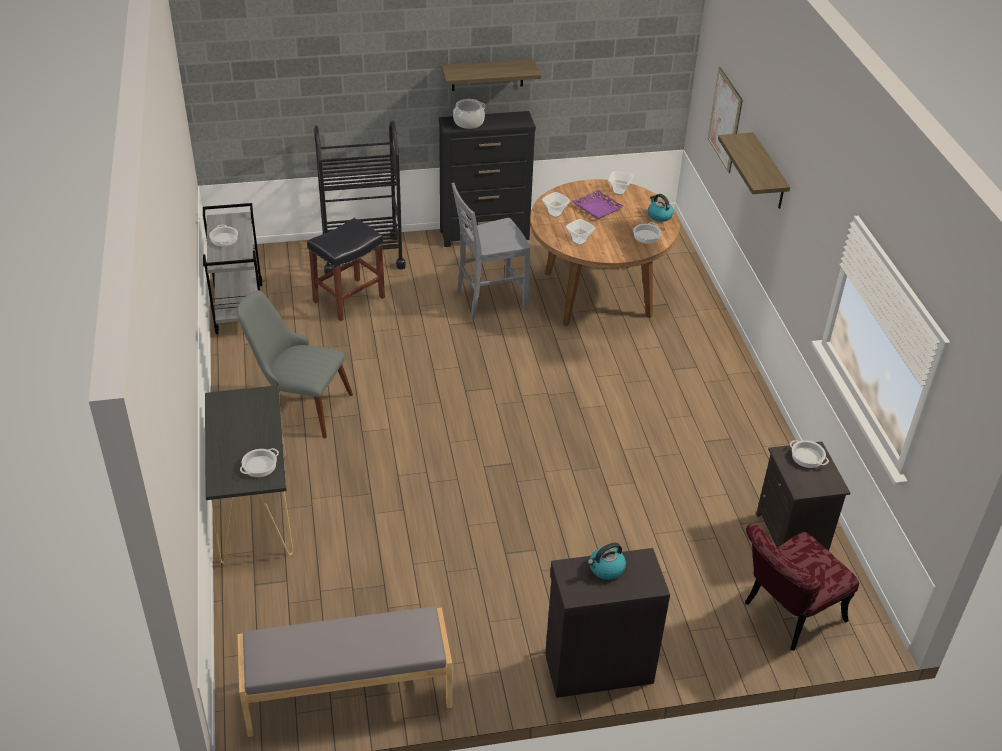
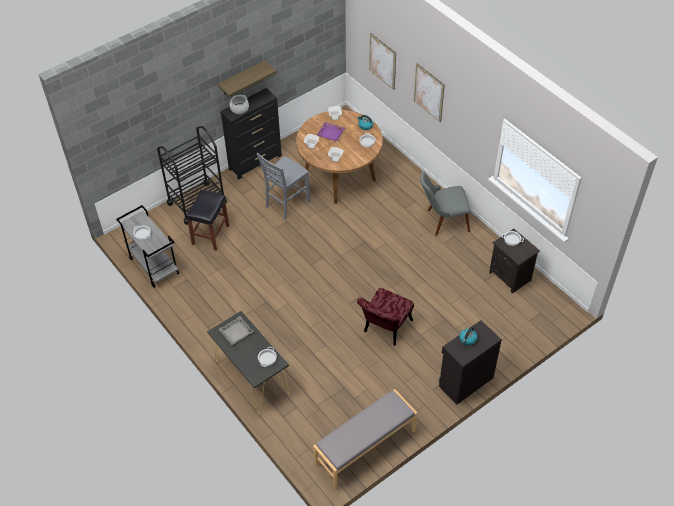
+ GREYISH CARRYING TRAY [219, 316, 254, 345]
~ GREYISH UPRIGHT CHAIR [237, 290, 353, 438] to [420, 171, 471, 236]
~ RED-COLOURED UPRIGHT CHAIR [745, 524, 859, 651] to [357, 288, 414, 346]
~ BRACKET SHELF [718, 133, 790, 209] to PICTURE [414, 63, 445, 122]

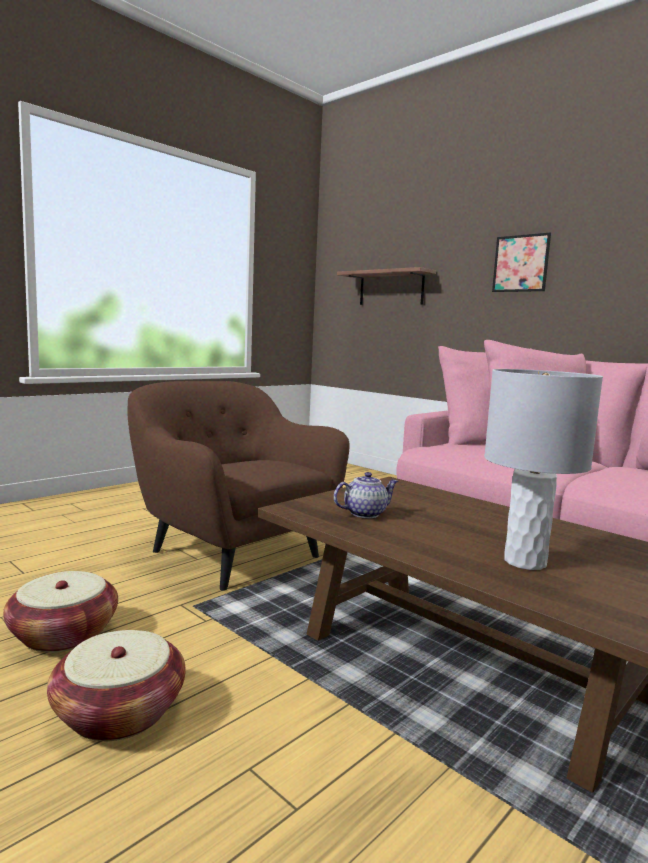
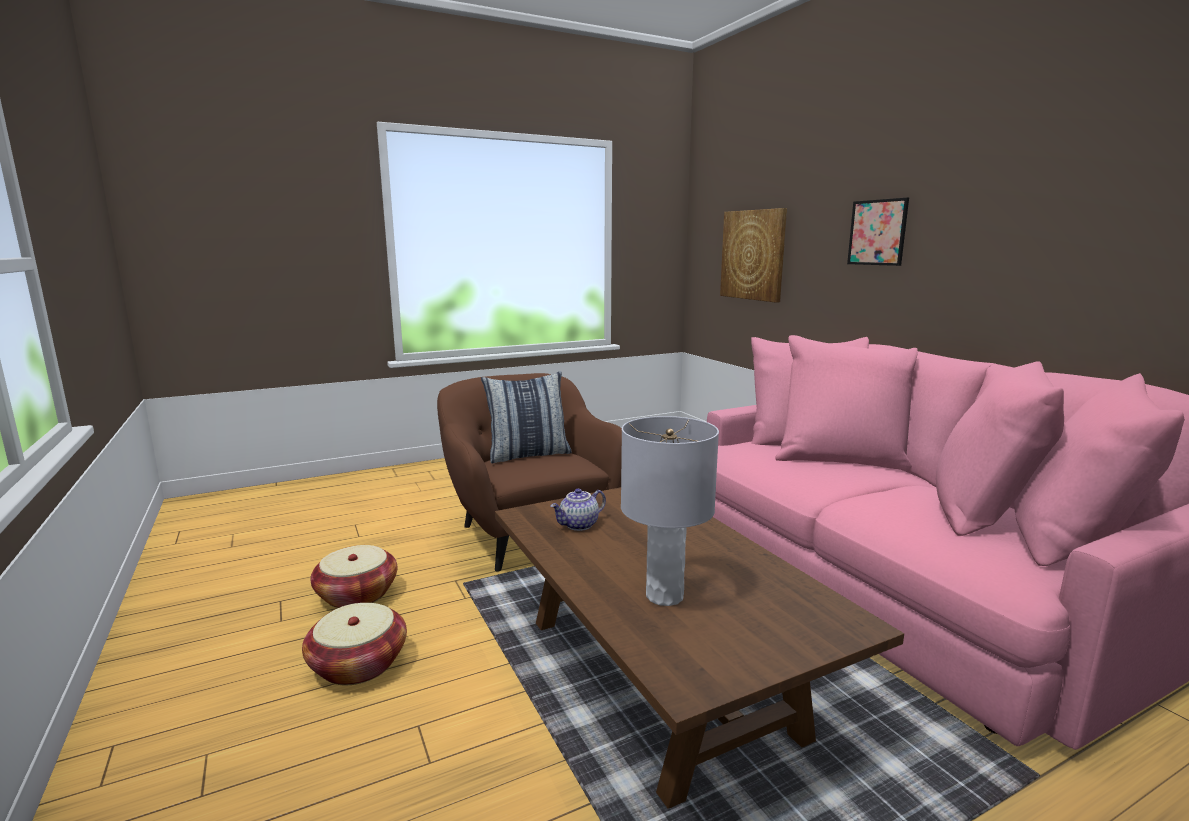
+ CUSHION [481, 371, 571, 463]
~ BRACKET SHELF [337, 267, 436, 305] to PICTURE [720, 208, 787, 303]
~ TEAPOT [334, 472, 398, 518] = [550, 488, 606, 531] 150 degrees clockwise

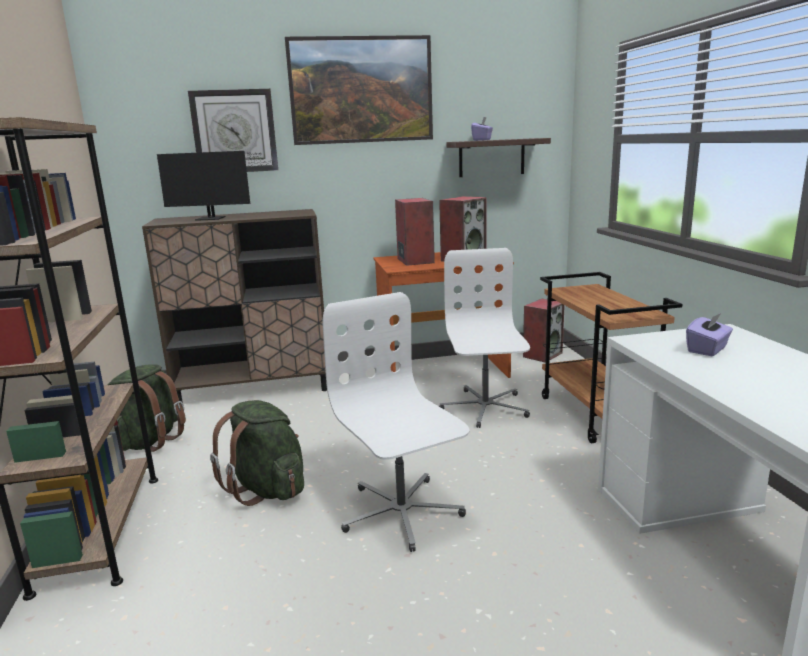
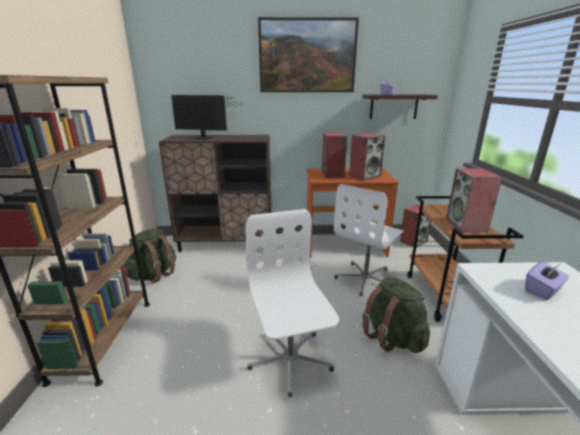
- HANGING CLOCK [188, 89, 278, 172]
+ LOUDSPEAKER [446, 168, 502, 233]
~ GREENISH BACKPACK [210, 400, 304, 506] to [362, 277, 430, 353]
~ WHITE OFFICE CHAIR [439, 248, 530, 428] = [334, 184, 404, 296] 150 degrees counterclockwise

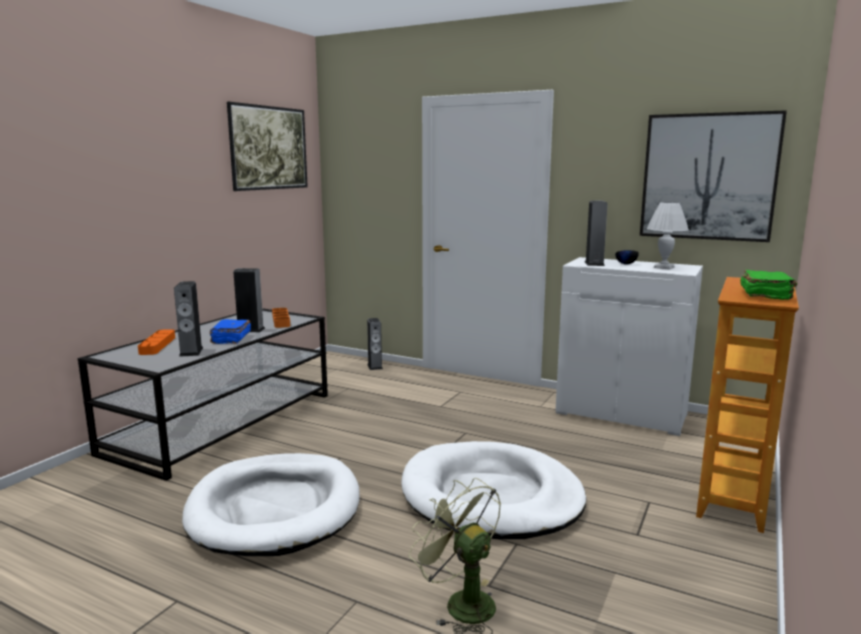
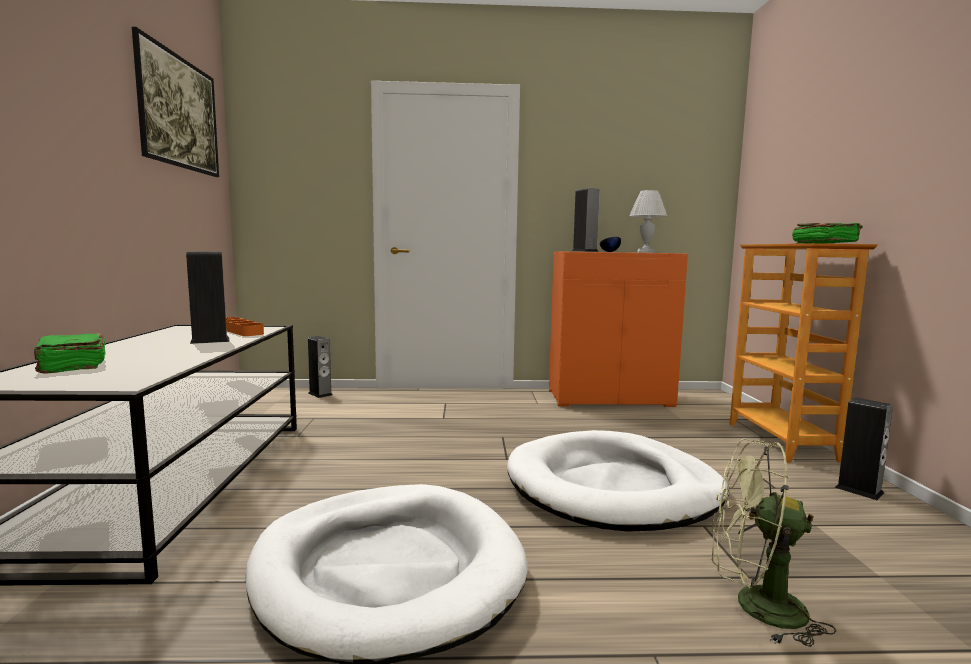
- BLUE VOLUME [210, 319, 251, 344]
- PICTURE [640, 110, 787, 242]
~ LOUDSPEAKER [174, 281, 203, 357] to [835, 397, 893, 500]
~ ORANGE CARRYING TRAY [138, 329, 175, 355] to GREENISH VOLUME [34, 333, 105, 374]
~ WHITE CUPBOARD [556, 257, 703, 436] to ORANGE CUPBOARD [549, 251, 688, 407]

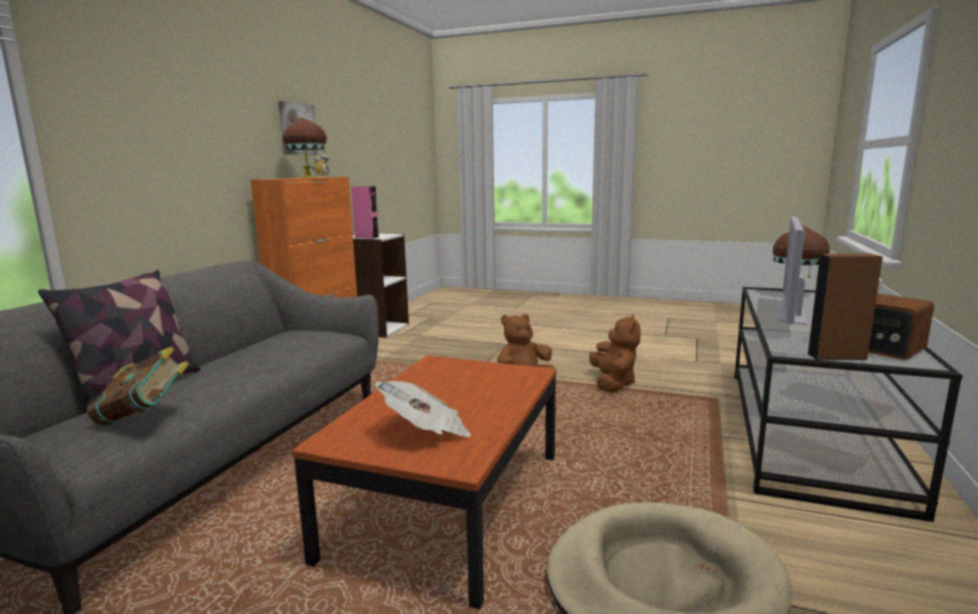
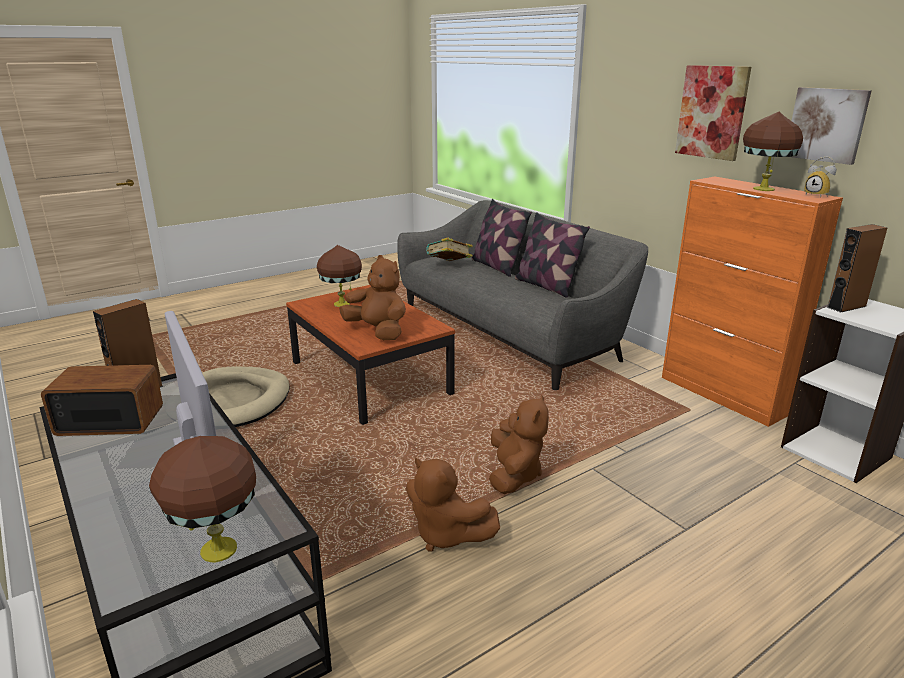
+ BROWN-COLOURED PLUSH TOY [339, 255, 406, 340]
+ CUSHION [515, 212, 590, 298]
+ PICTURE [675, 65, 751, 161]
~ DAILY PAPER [375, 381, 472, 437] to BROWN-COLOURED LAMP FOR A TABLE [317, 245, 362, 307]
~ PINK-COLOURED LOUDSPEAKER [351, 186, 379, 239] to BROWN-COLOURED LOUDSPEAKER [827, 224, 887, 313]

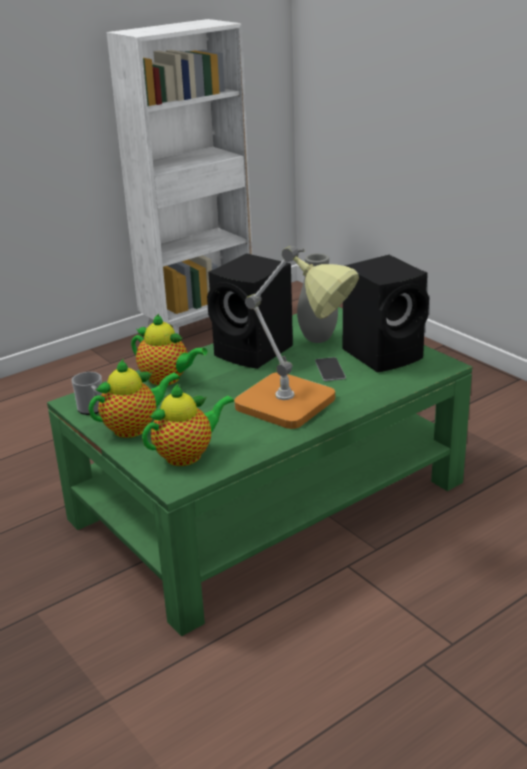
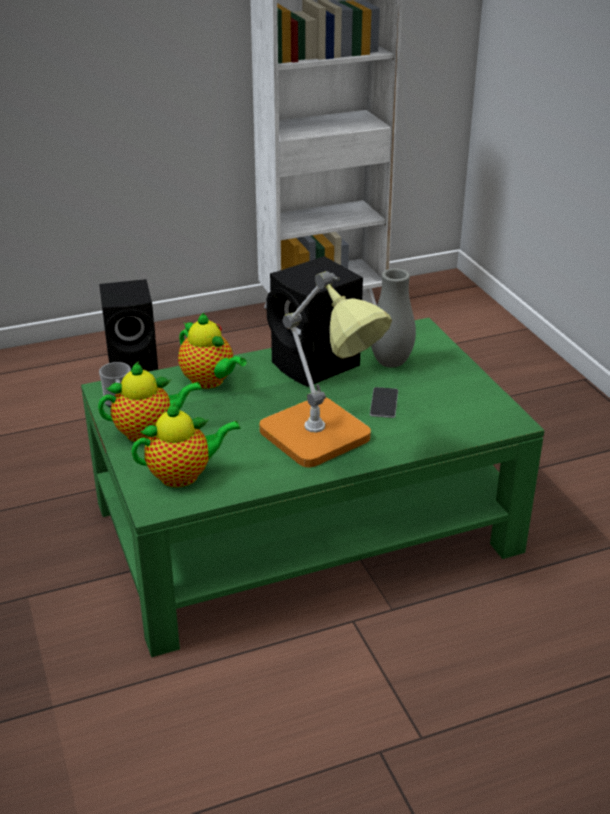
~ BLACK LOUDSPEAKER [343, 255, 429, 372] to [99, 279, 158, 372]

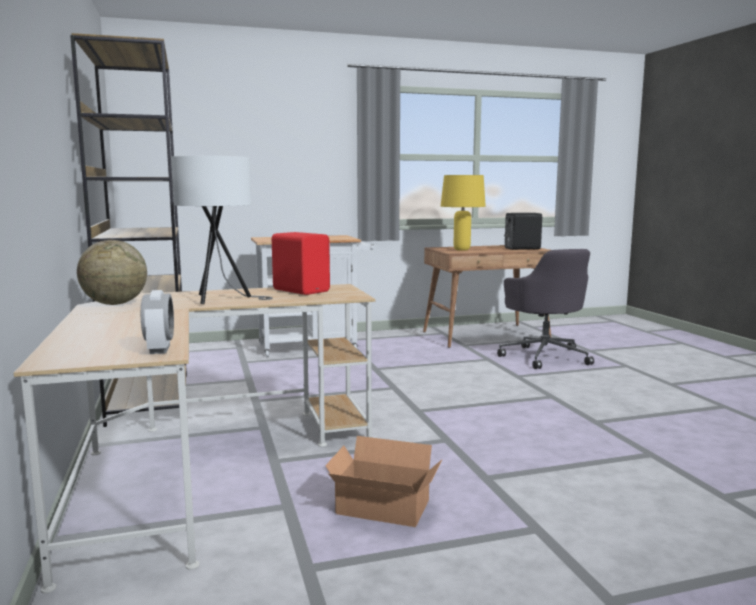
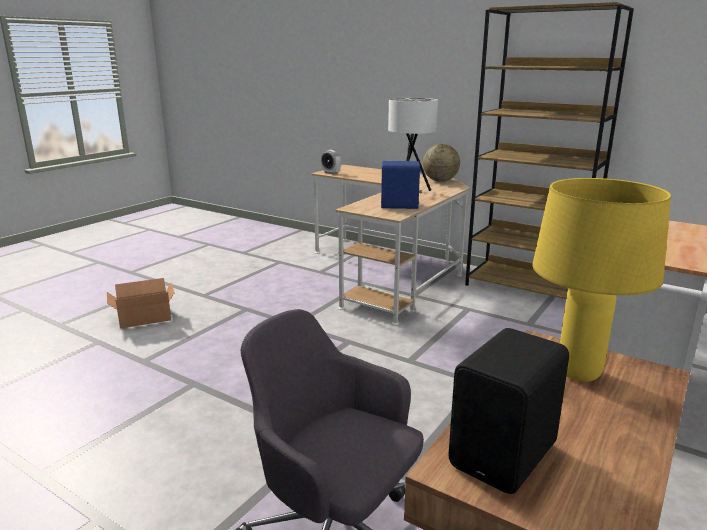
~ CARDBOARD BOX [325, 436, 442, 527] to [107, 278, 175, 328]
~ RED-COLOURED LOUDSPEAKER [272, 232, 330, 295] to BLUE LOUDSPEAKER [381, 161, 422, 209]

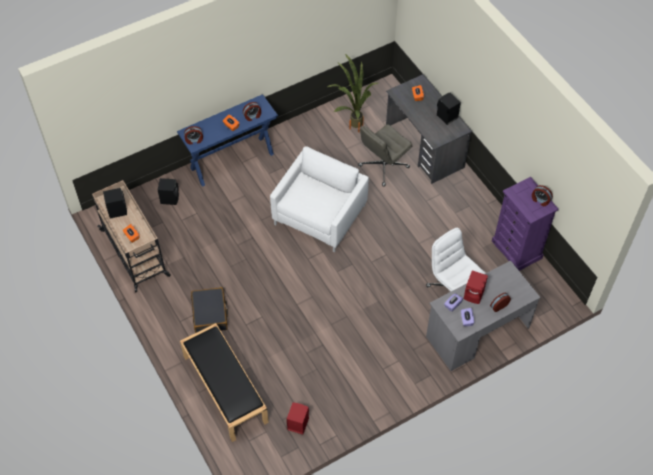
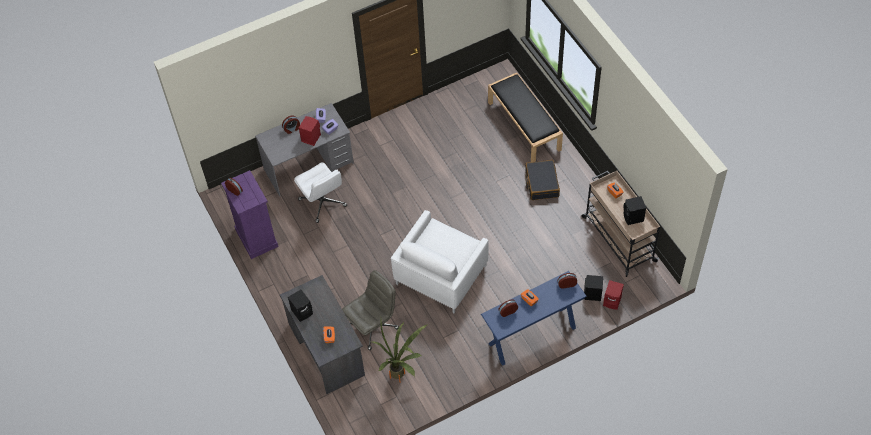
~ RED-COLOURED LOUDSPEAKER [287, 403, 309, 434] to [603, 280, 624, 310]

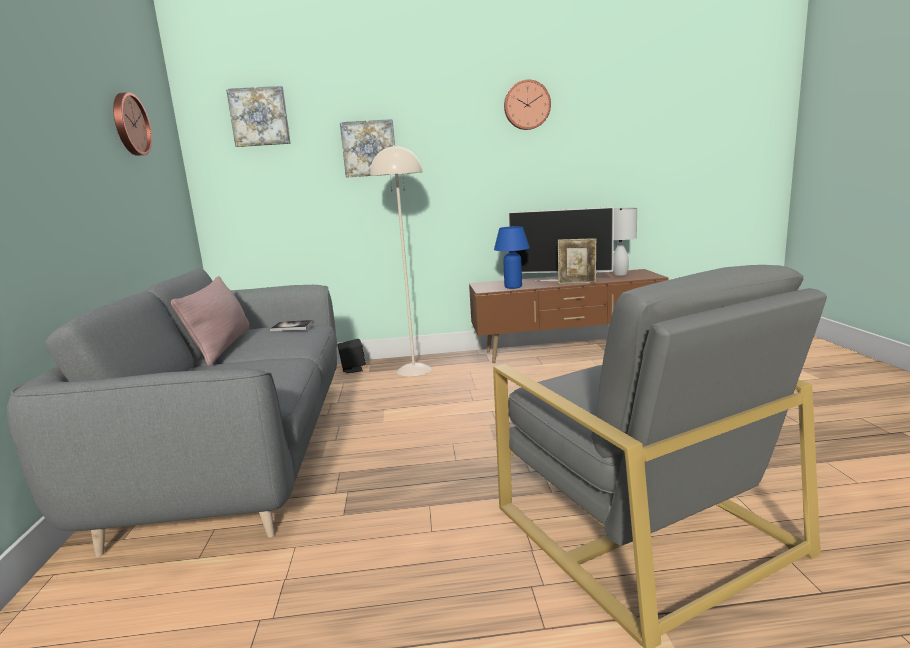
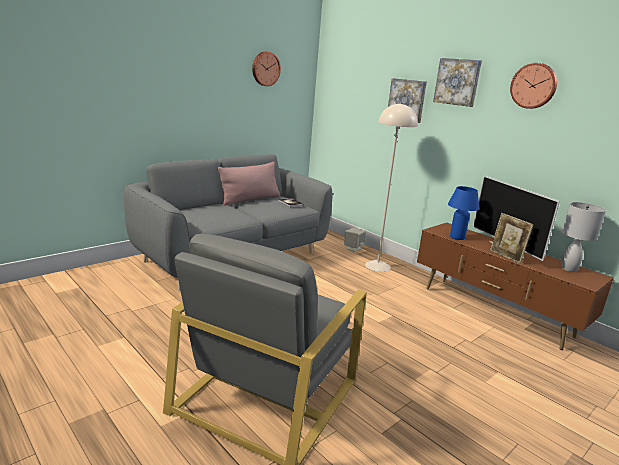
~ PICTURE [226, 86, 291, 147] to [433, 58, 482, 107]
~ BLACK LOUDSPEAKER [338, 339, 366, 373] to BEIGE-COLOURED LOUDSPEAKER [344, 228, 366, 252]

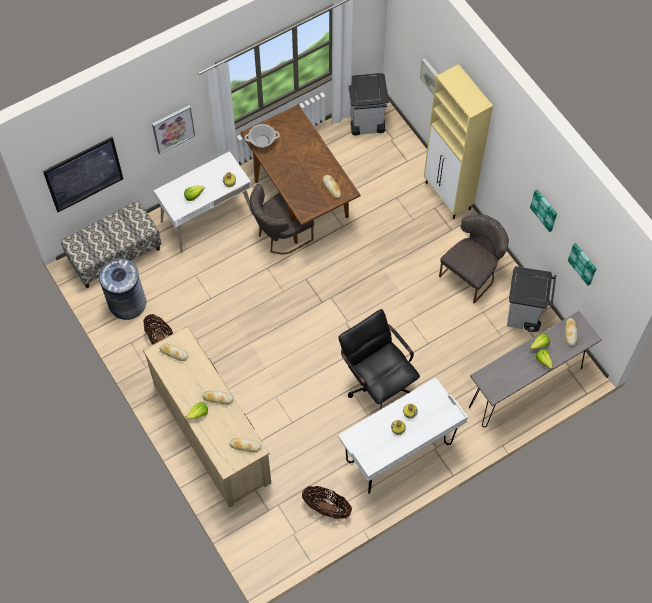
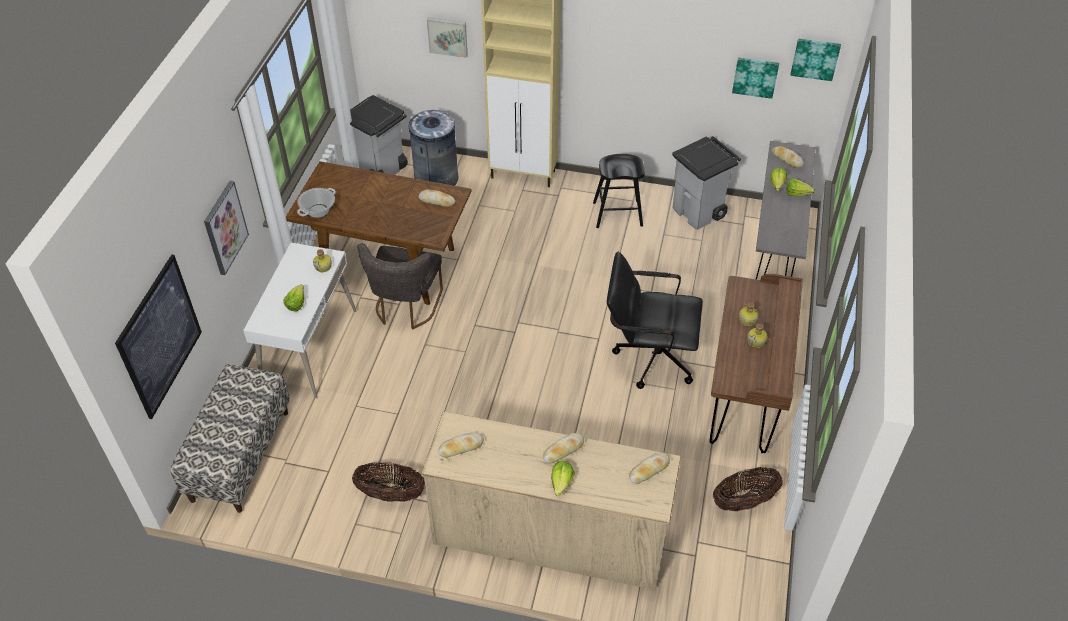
~ GREYISH RUBBISH BIN [99, 258, 147, 320] to [407, 110, 459, 186]
~ PICTURE [530, 190, 557, 232] to [790, 39, 841, 81]
~ GREYISH UPRIGHT CHAIR [439, 214, 509, 303] to BLACK SITTING STOOL [593, 154, 645, 228]
~ WHITE DESK UNIT [339, 378, 468, 494] to BROWN-COLOURED DESK UNIT [709, 274, 803, 453]

